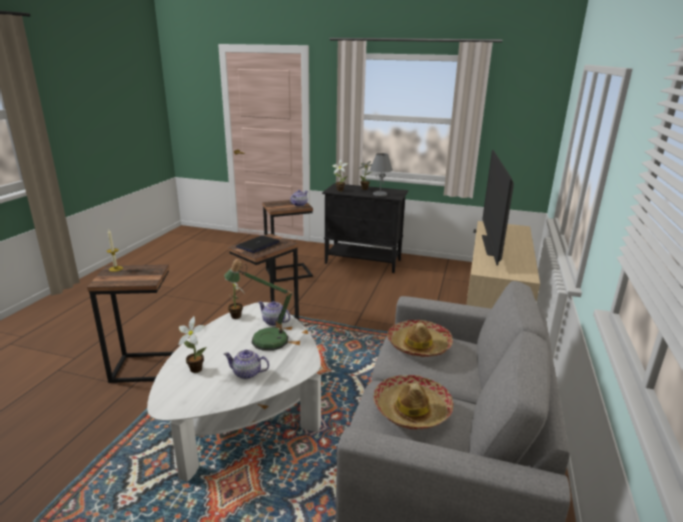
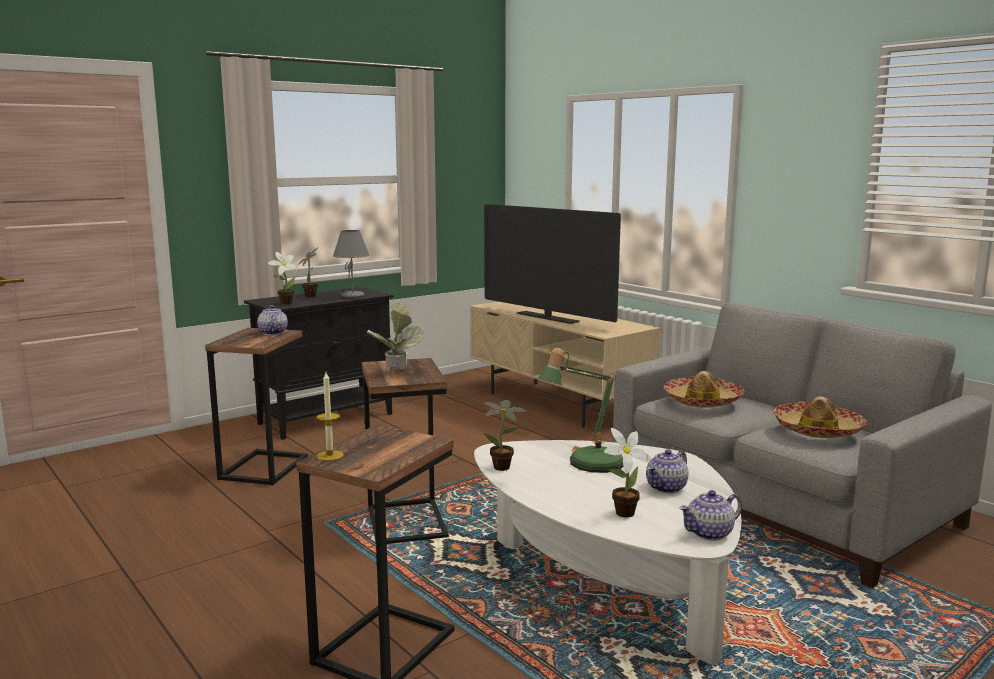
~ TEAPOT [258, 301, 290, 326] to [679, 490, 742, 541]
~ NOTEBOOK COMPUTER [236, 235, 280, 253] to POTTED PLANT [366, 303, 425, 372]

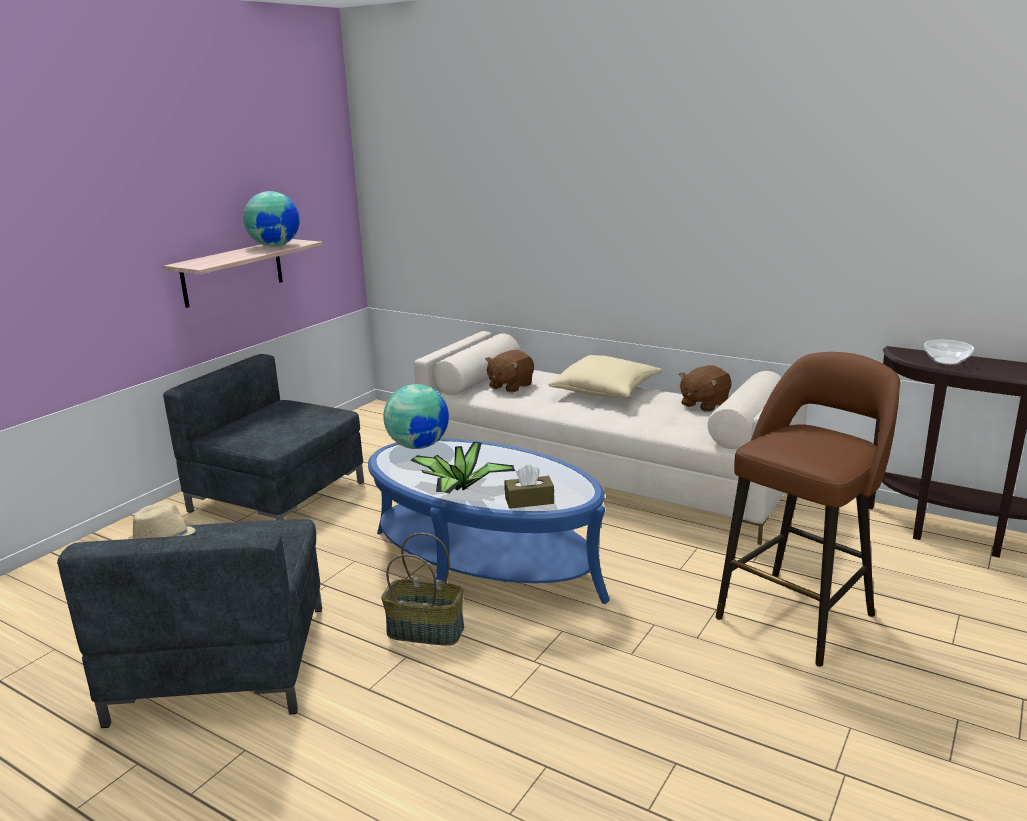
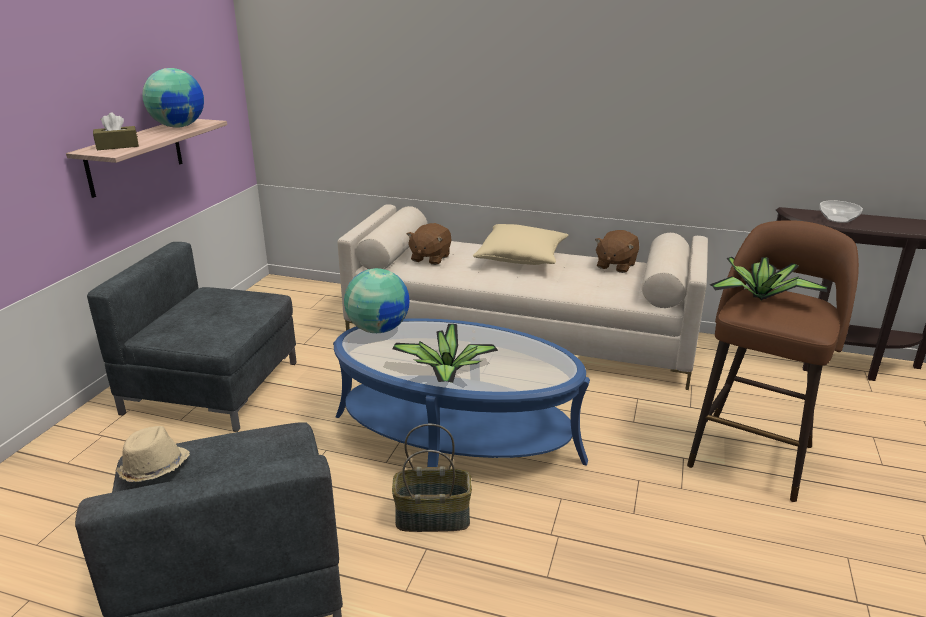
+ POTTED PLANT [710, 257, 827, 300]
~ BROWN-COLOURED TISSUE HOLDER [505, 464, 554, 509] to [93, 113, 139, 150]

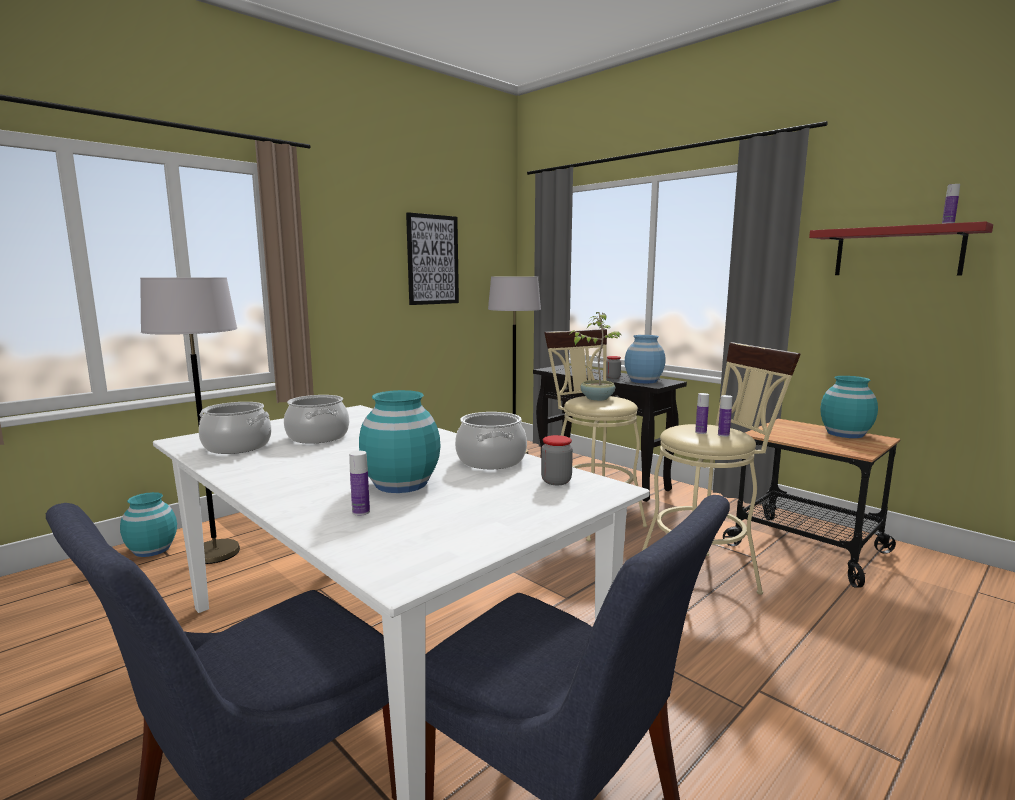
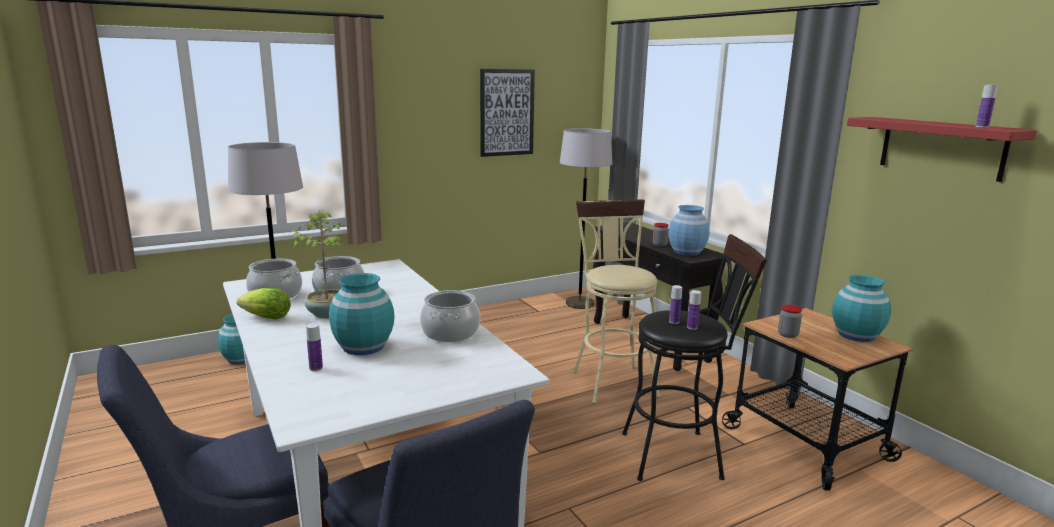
+ LETTUCE [237, 288, 291, 320]
~ STORAGE JAR [541, 435, 573, 485] to [778, 305, 802, 338]
~ POTTED PLANT [569, 312, 622, 401] to [289, 210, 348, 318]
~ BEIGE-COLOURED SITTING STOOL [642, 342, 801, 607] to BLACK SITTING STOOL [622, 234, 767, 481]

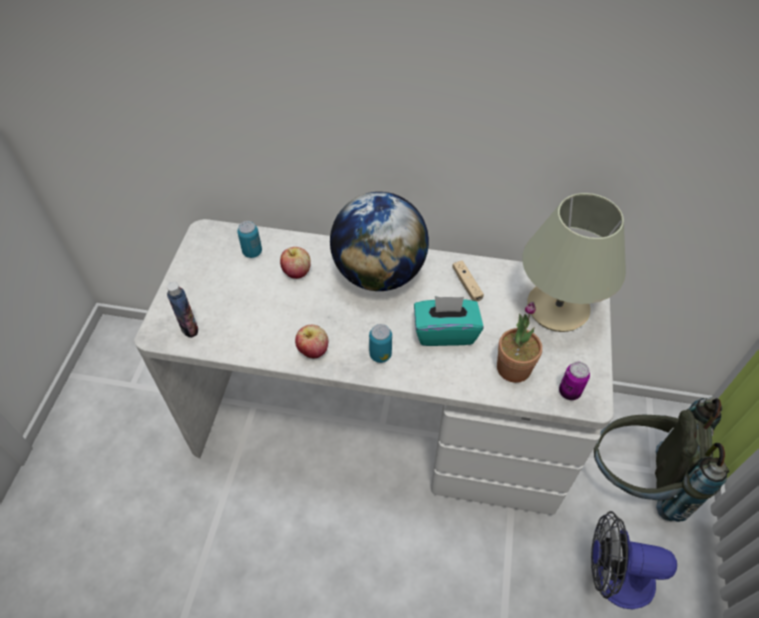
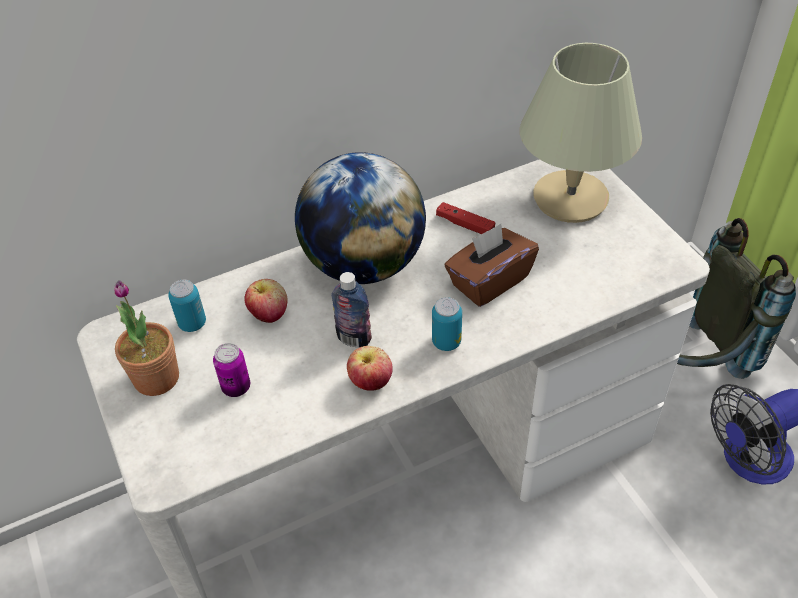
~ DRINK BOTTLE [167, 282, 198, 338] to [331, 272, 372, 347]
~ POTTED PLANT [497, 302, 542, 383] to [114, 280, 179, 396]
~ CAN [559, 362, 590, 400] to [213, 343, 250, 397]
~ TURQUOISE-COLOURED TISSUE HOLDER [414, 296, 484, 346] to BROWN-COLOURED TISSUE HOLDER [445, 224, 539, 307]
~ BEIGE-COLOURED GAME CONTROLLER [452, 260, 484, 301] to RED-COLOURED GAME CONTROLLER [436, 202, 495, 234]

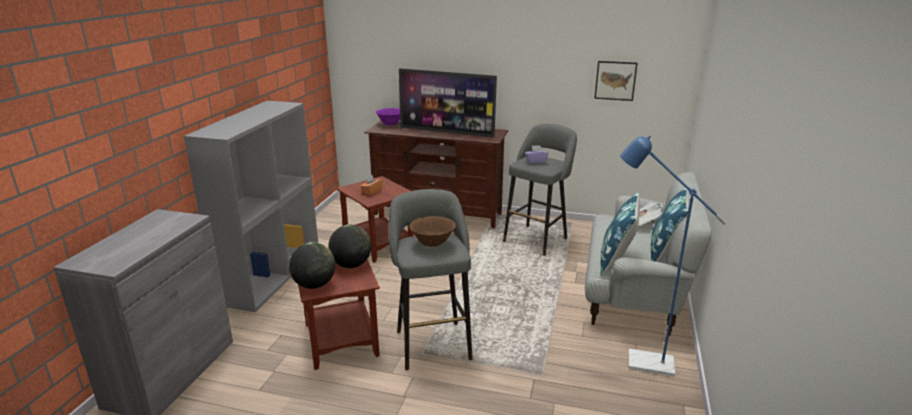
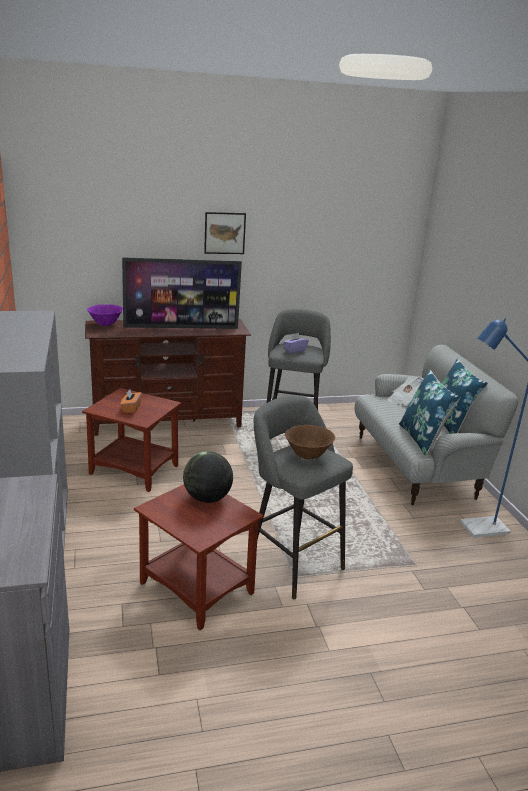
- DESK GLOBE [289, 242, 335, 289]
~ PICTURE [594, 61, 638, 101] to [204, 212, 246, 254]

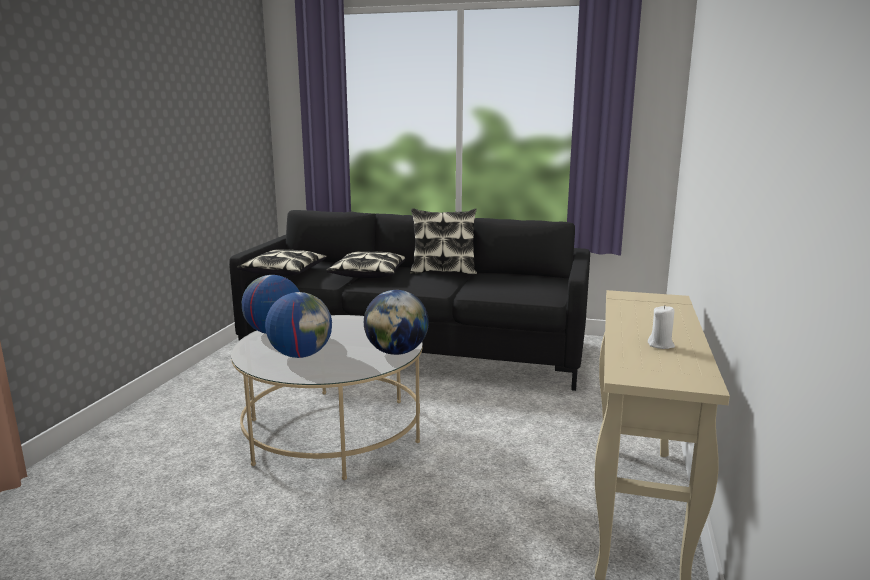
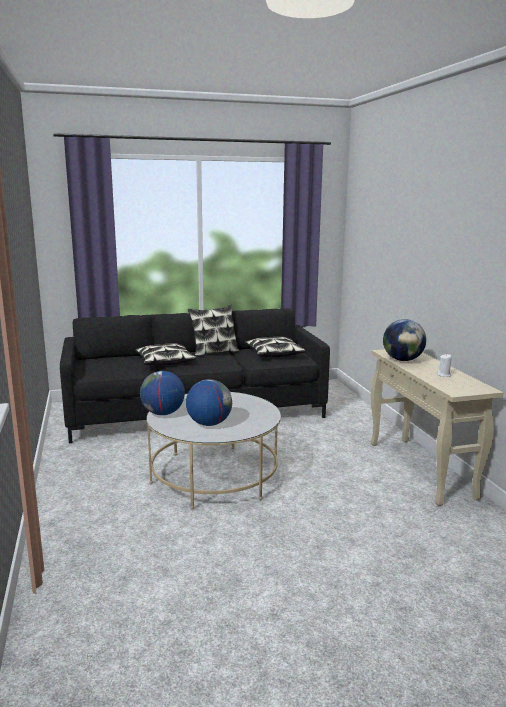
~ CUSHION [237, 249, 327, 276] to [245, 337, 305, 357]
~ DESK GLOBE [364, 290, 429, 355] to [383, 319, 426, 361]

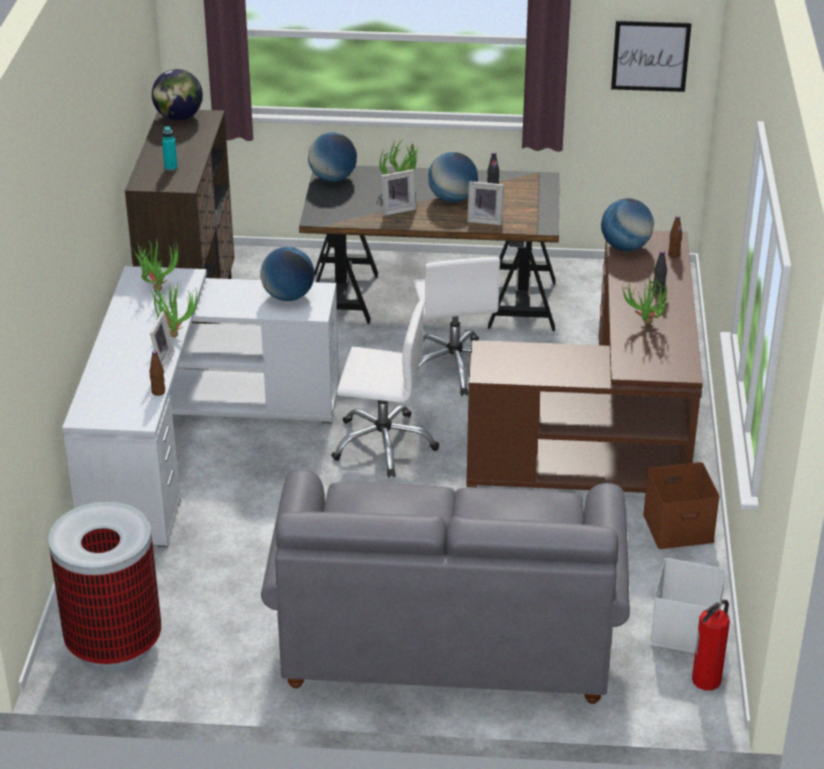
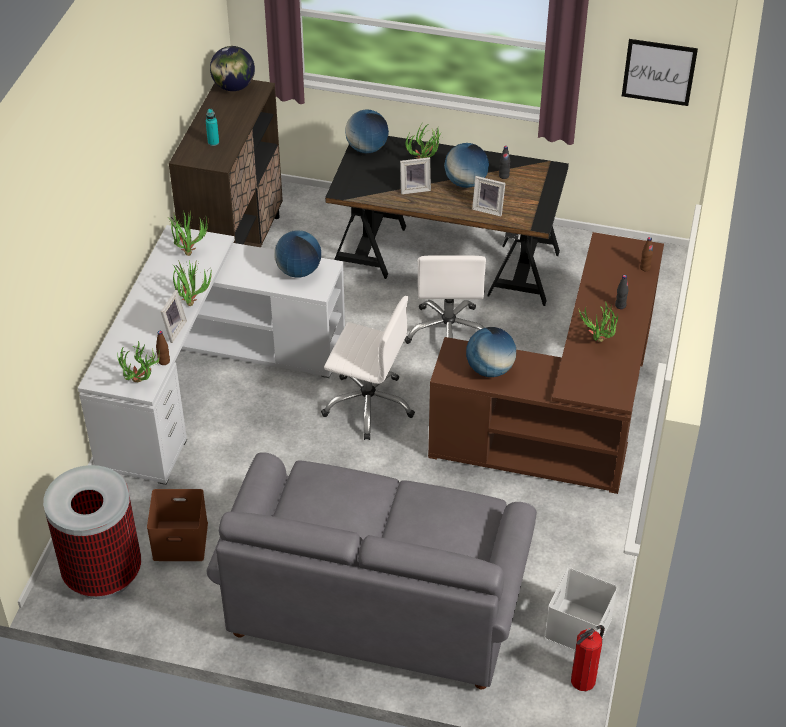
+ POTTED PLANT [117, 341, 160, 382]
~ DESK GLOBE [601, 198, 654, 251] to [466, 327, 516, 377]
~ BROWN-COLOURED STORAGE BOX [643, 462, 720, 549] to [147, 489, 208, 561]

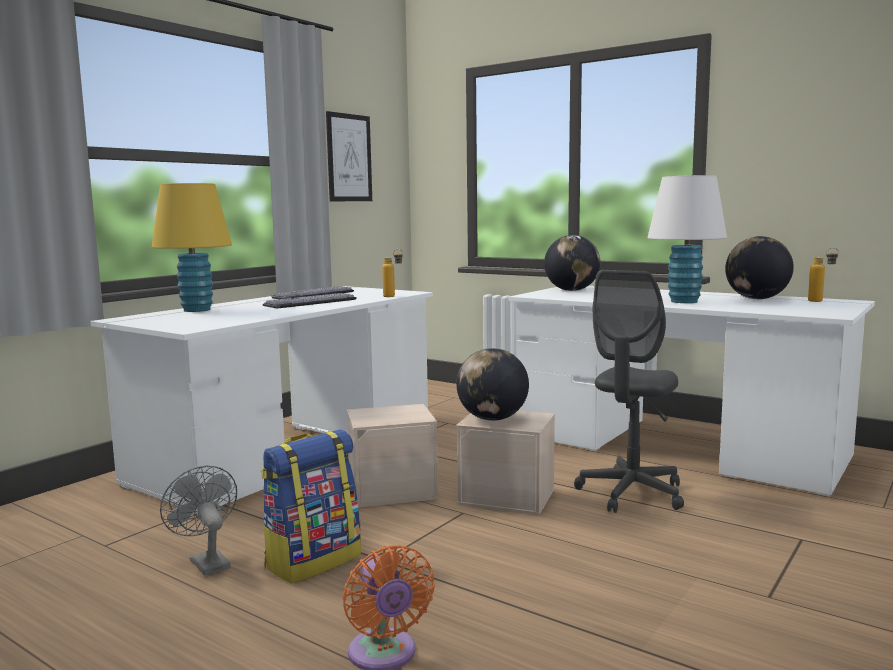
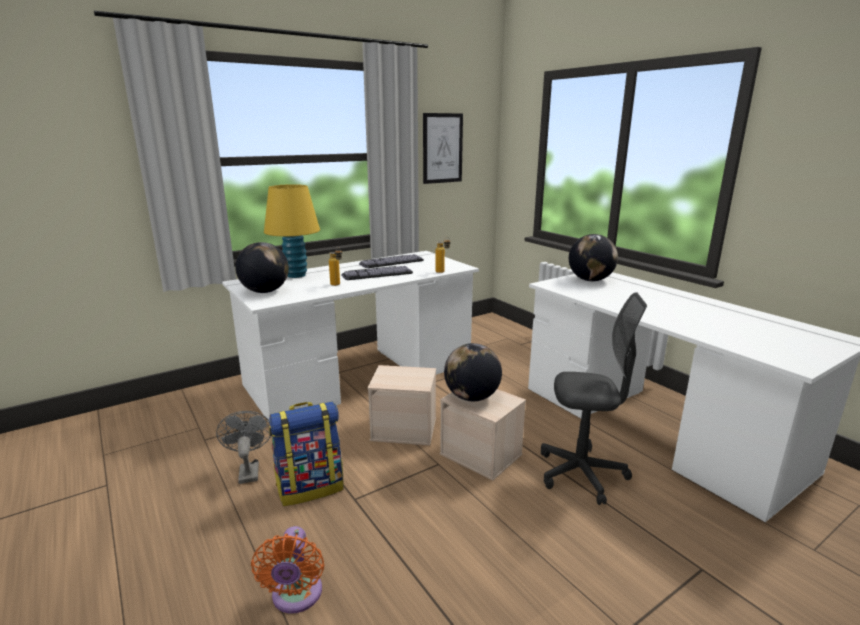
- WHITE LAMP FOR A TABLE [647, 175, 727, 303]
~ DESK GLOBE [725, 236, 794, 299] to [235, 242, 289, 293]
~ DRINK BOTTLE [808, 248, 839, 302] to [329, 247, 342, 286]
~ GREYISH OFFICE CHAIR [574, 270, 684, 513] = [541, 292, 647, 505] 135 degrees counterclockwise

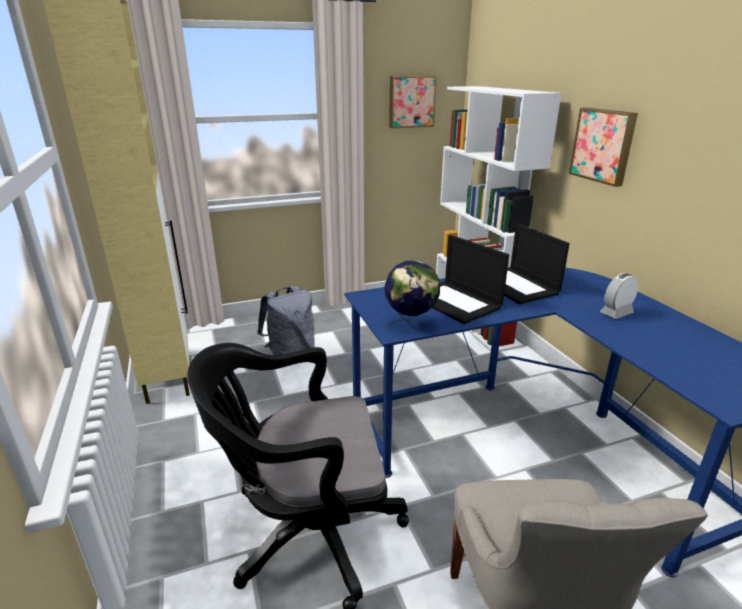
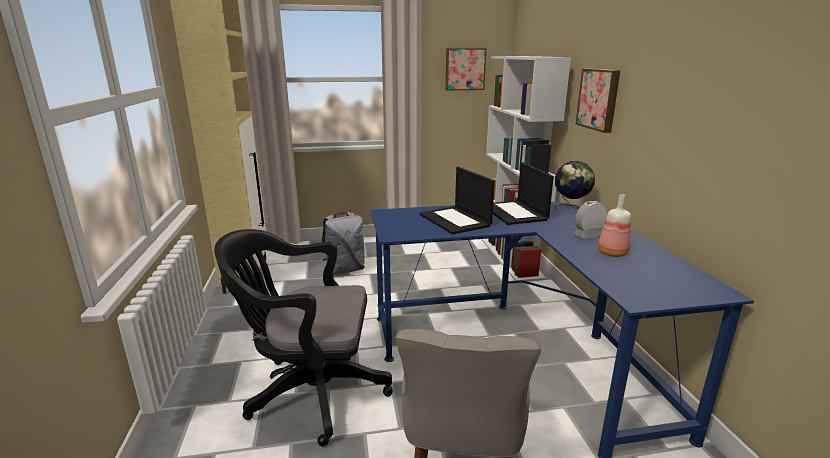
+ DRINK BOTTLE [598, 194, 631, 257]
~ DESK GLOBE [385, 261, 440, 330] to [555, 161, 595, 209]

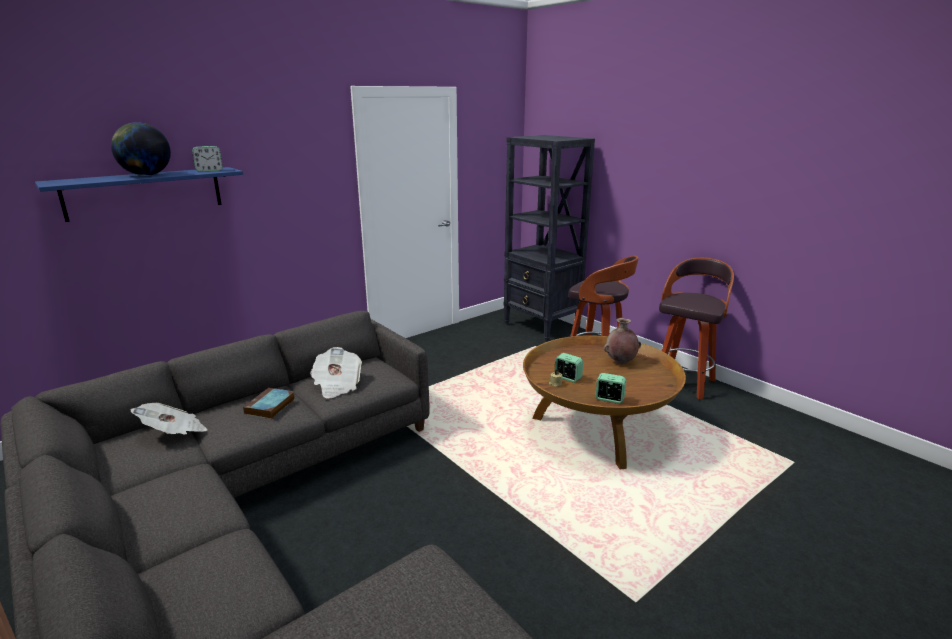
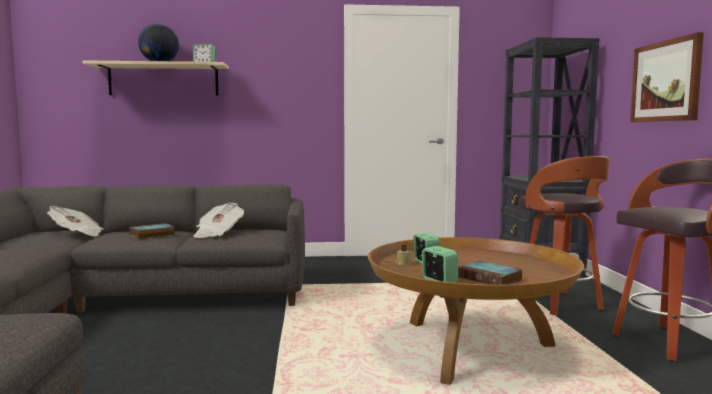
- BROWN-COLOURED DECORATIVE VASE [603, 318, 641, 364]
+ VOLUME [458, 261, 523, 285]
+ PICTURE [630, 32, 704, 122]
~ BLUE BRACKET SHELF [35, 167, 243, 222] to BEIGE-COLOURED BRACKET SHELF [83, 60, 229, 96]

